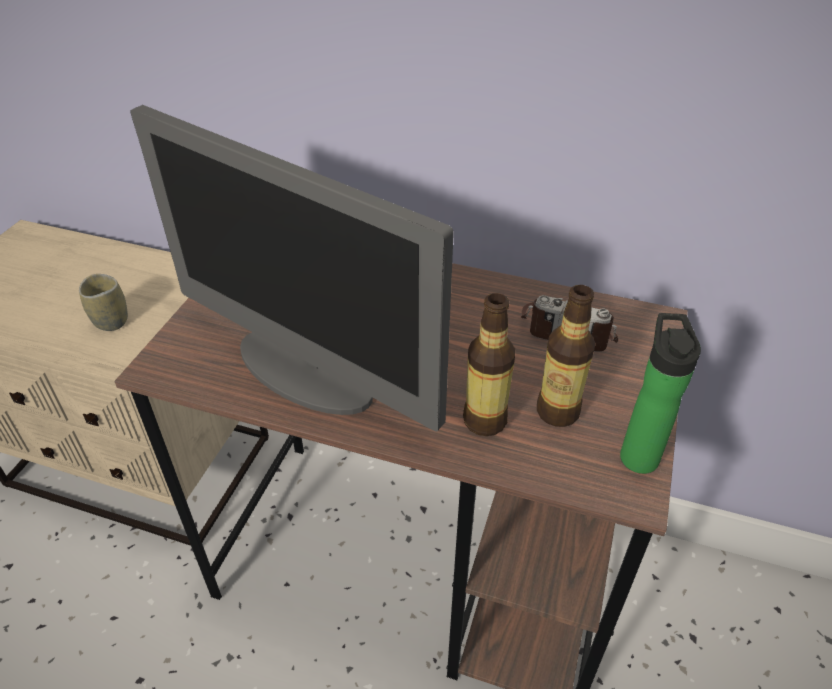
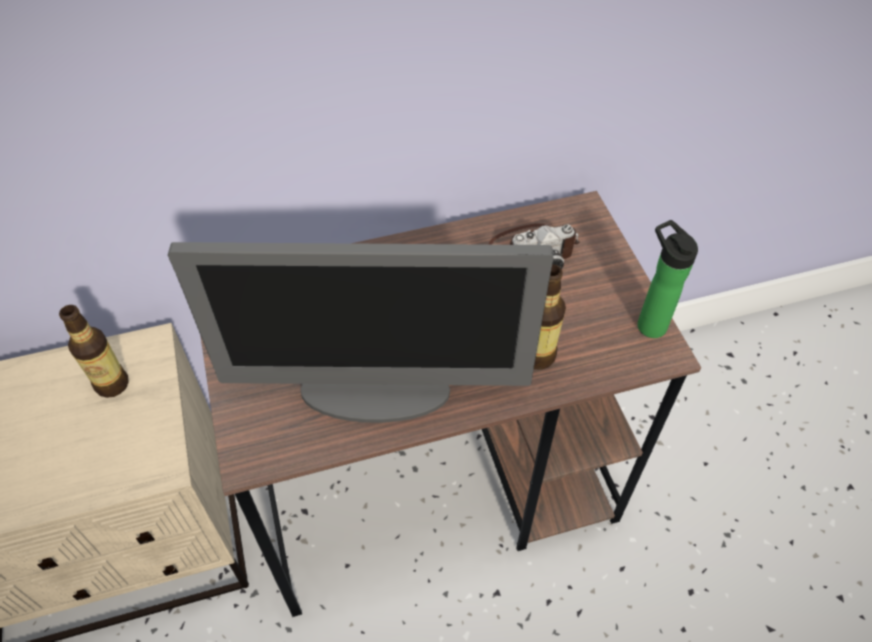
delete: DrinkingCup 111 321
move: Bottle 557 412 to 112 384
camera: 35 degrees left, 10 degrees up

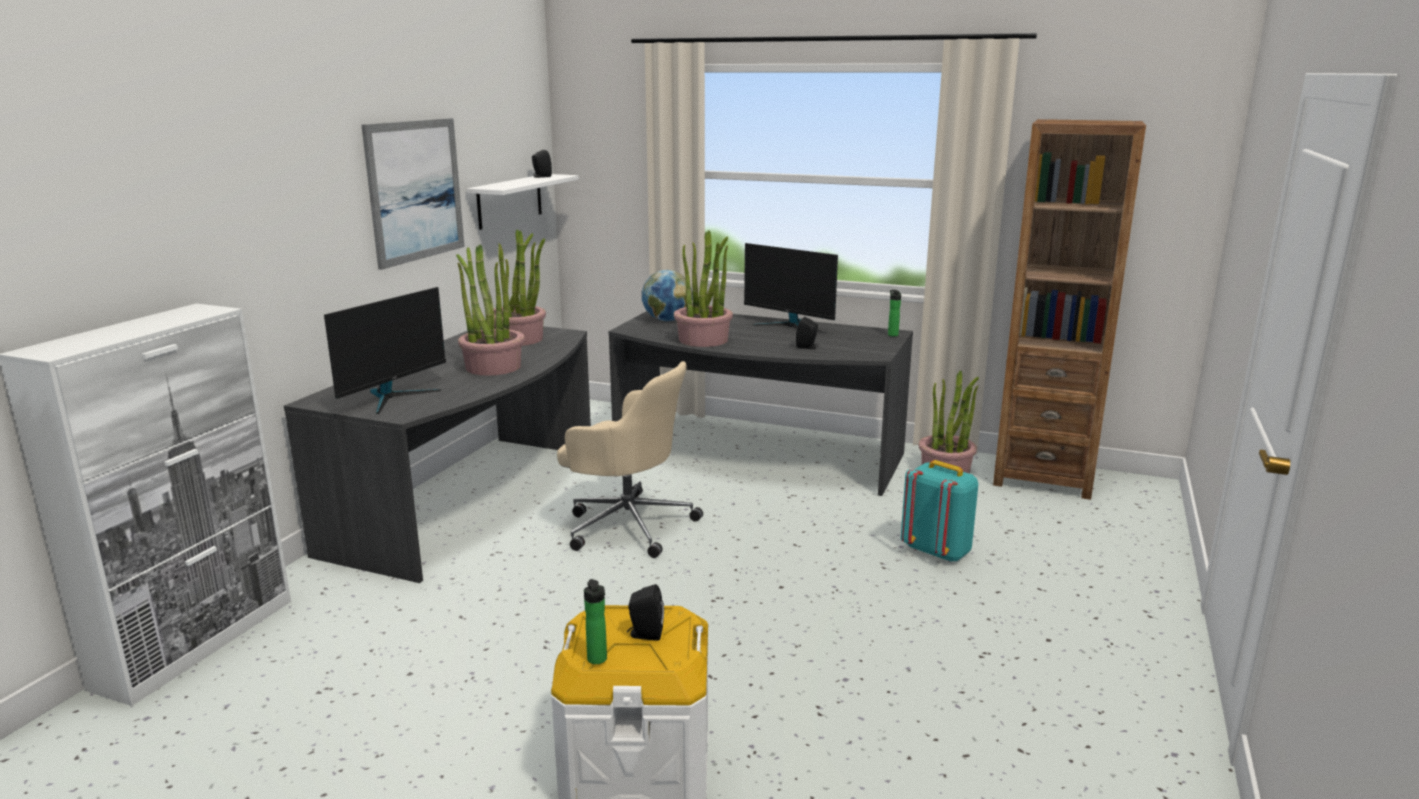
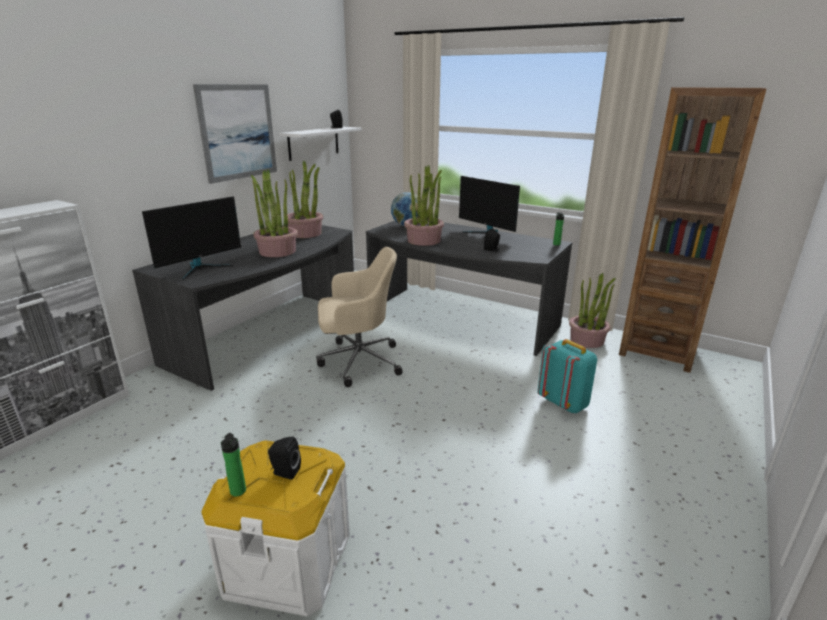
rotate: BeigeOfficeChair 627 524 = 358 361 45 degrees counterclockwise
camera: 10 degrees right, 5 degrees up

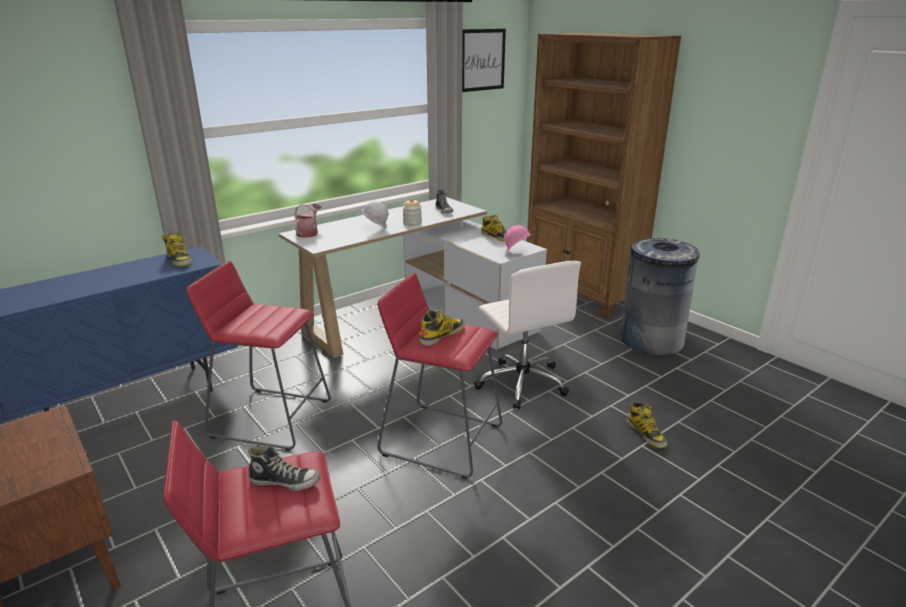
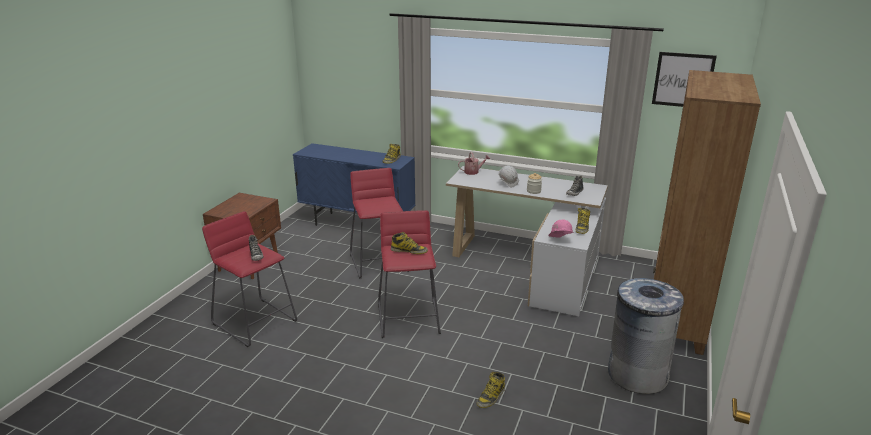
delete: WhiteColouredOfficeChair 521 383
camera: 60 degrees right, 0 degrees up

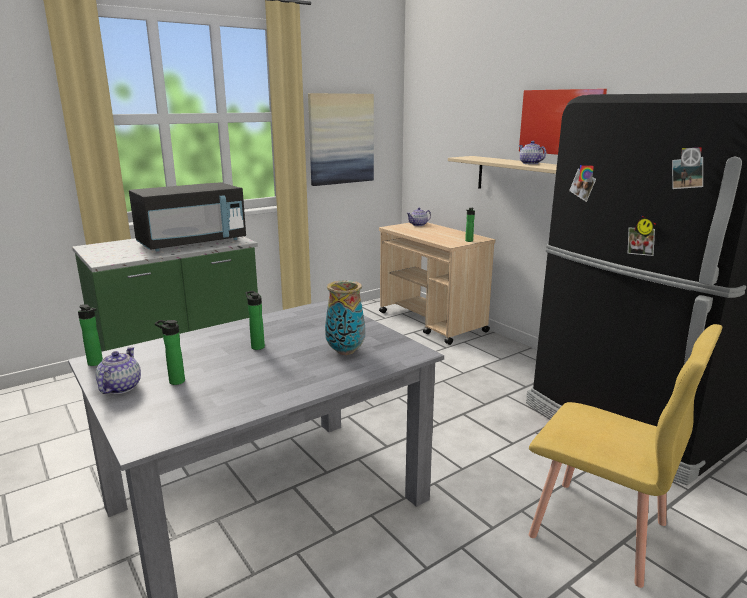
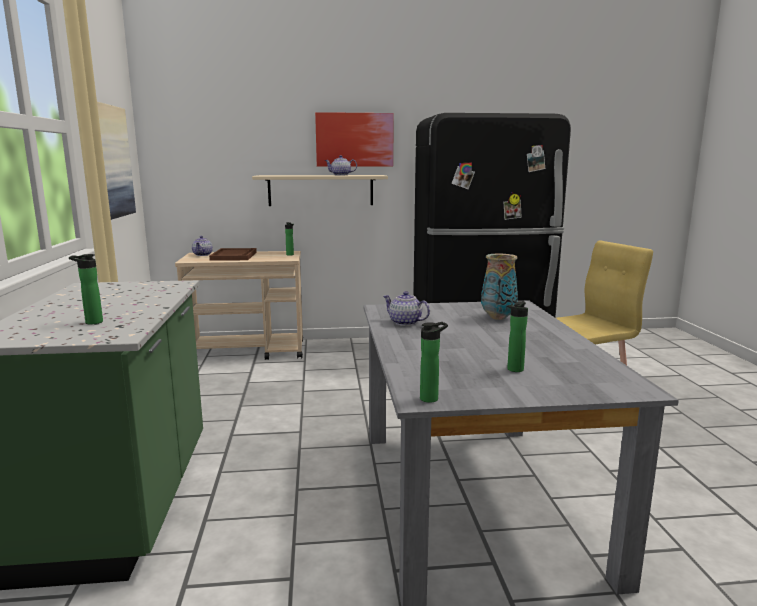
delete: BlackMicrowaveOven 192 243
insert: BrownTray 234 256
move: Bottle 257 346 to 91 322; TeaPot 120 388 to 405 322
camera: 60 degrees left, 5 degrees down

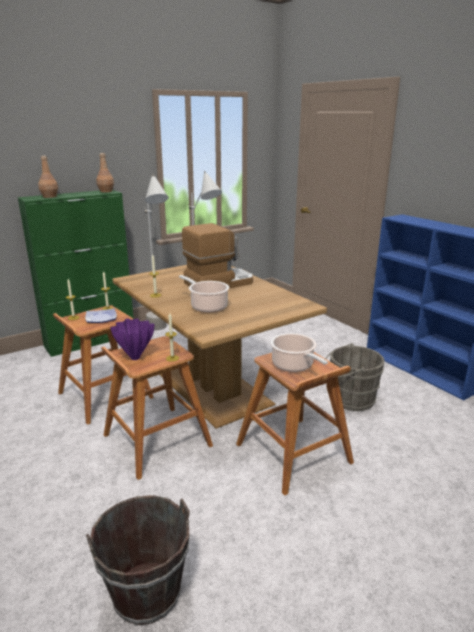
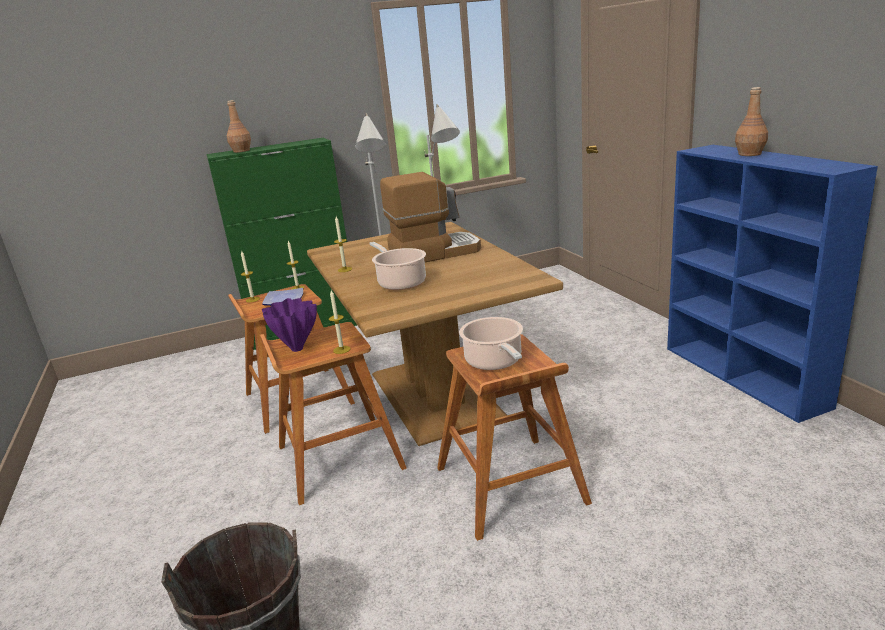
delete: GrayWaterBucket 349 399
move: BrownBottle 106 191 to 749 154
camera: 15 degrees right, 0 degrees up

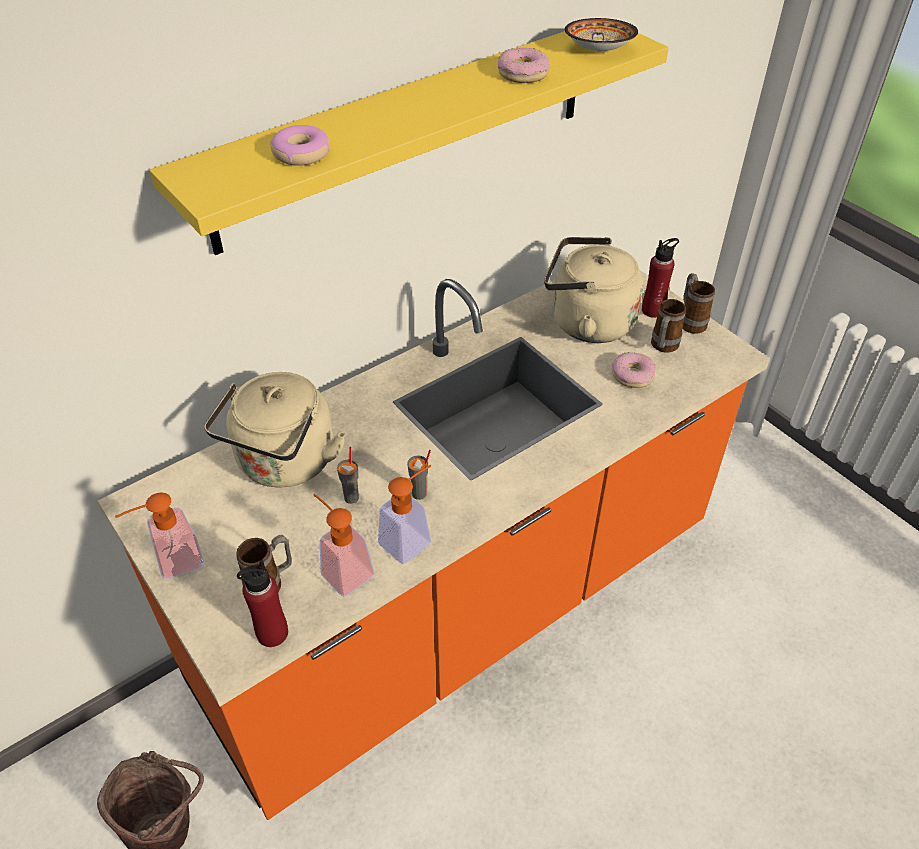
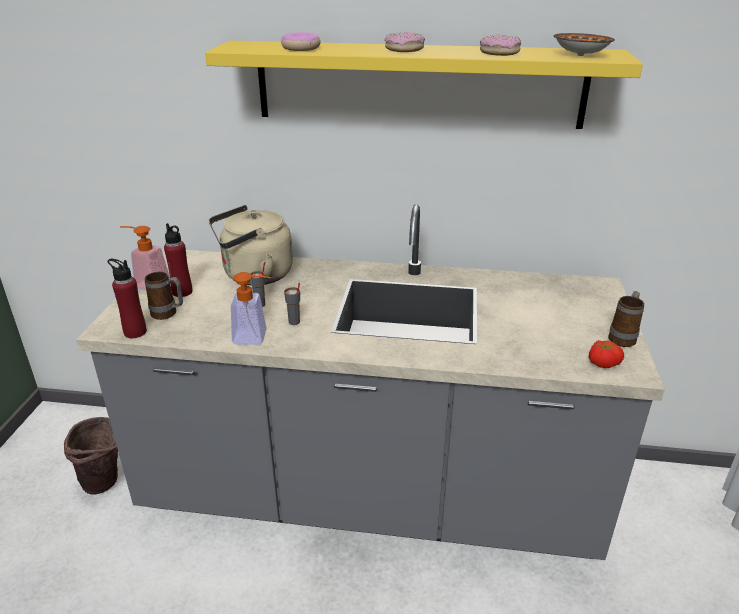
delete: BeigeWaterKettle 586 322; TeaMug 662 347; SoapDispenser 342 569
insert: FreshTomato 602 362
move: ReddishBottle 653 310 to 182 292; RingDoughnut 633 375 to 404 49
recolor: OrangeKitchenBaseUnit 459 607 to GrayKitchenBaseUnit 369 494
camera: 45 degrees right, 15 degrees down

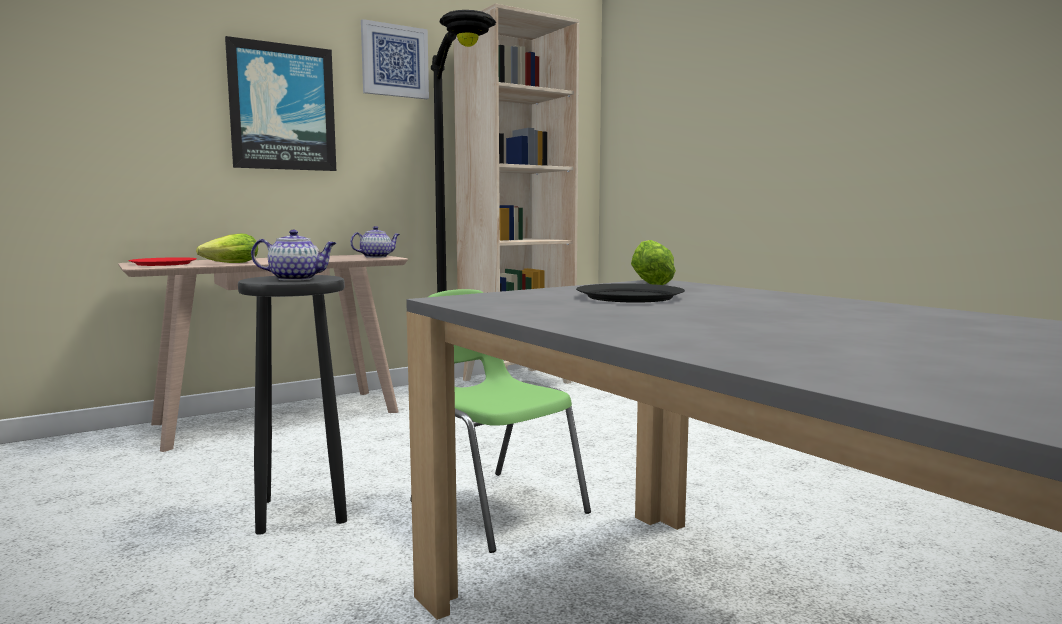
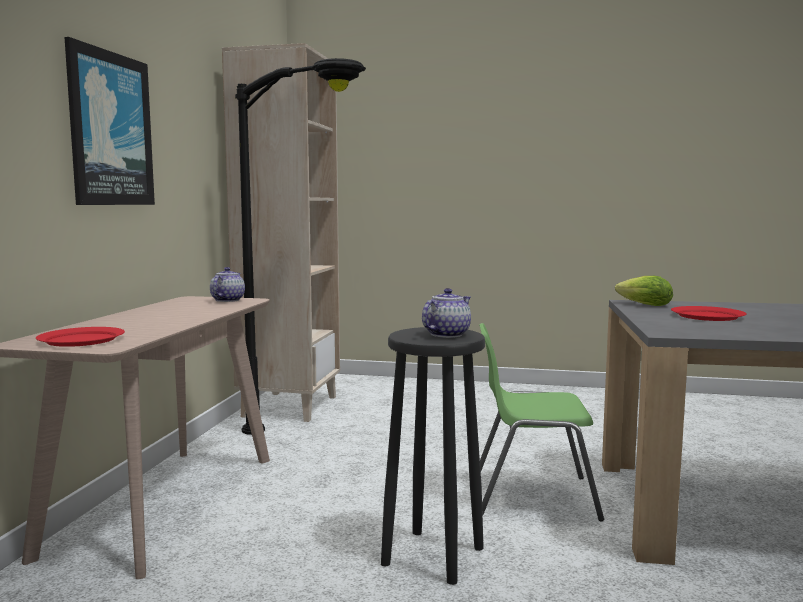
delete: WallPicture 394 61; LettuceHead 228 263
recolor: BlackPlate 628 297 to ReddishPlate 707 316
camera: 45 degrees left, 0 degrees up

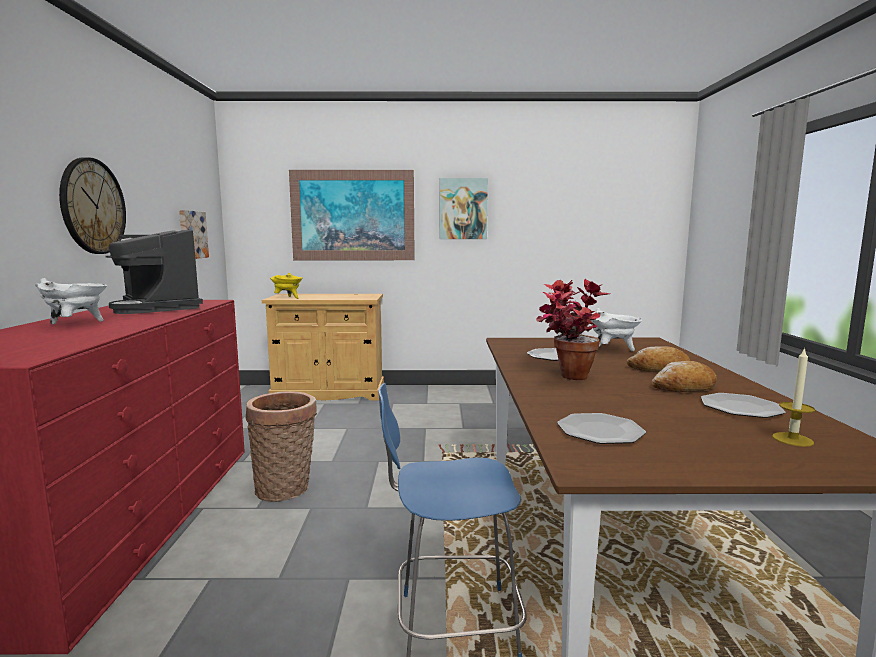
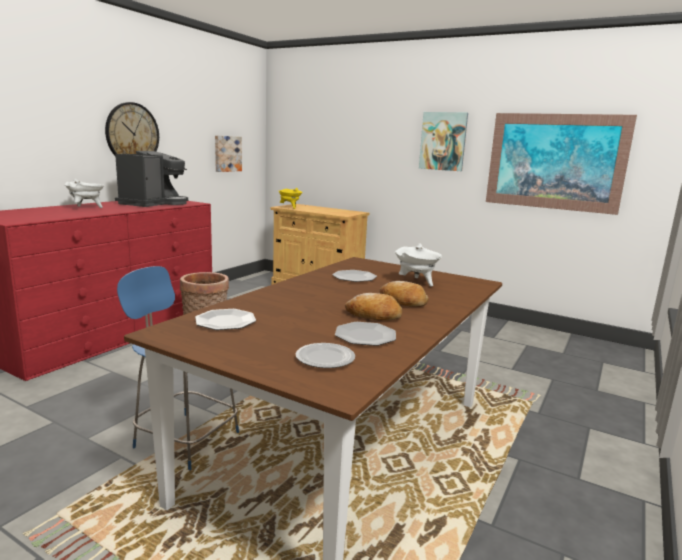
delete: PlantInAPot 566 378
move: WallPicture 352 215 to 555 162
replace: WaxLight 792 439 to Plate 325 358
rotate: CoffeeMaker 158 307 = 153 203 150 degrees counterclockwise
camera: 30 degrees right, 5 degrees up

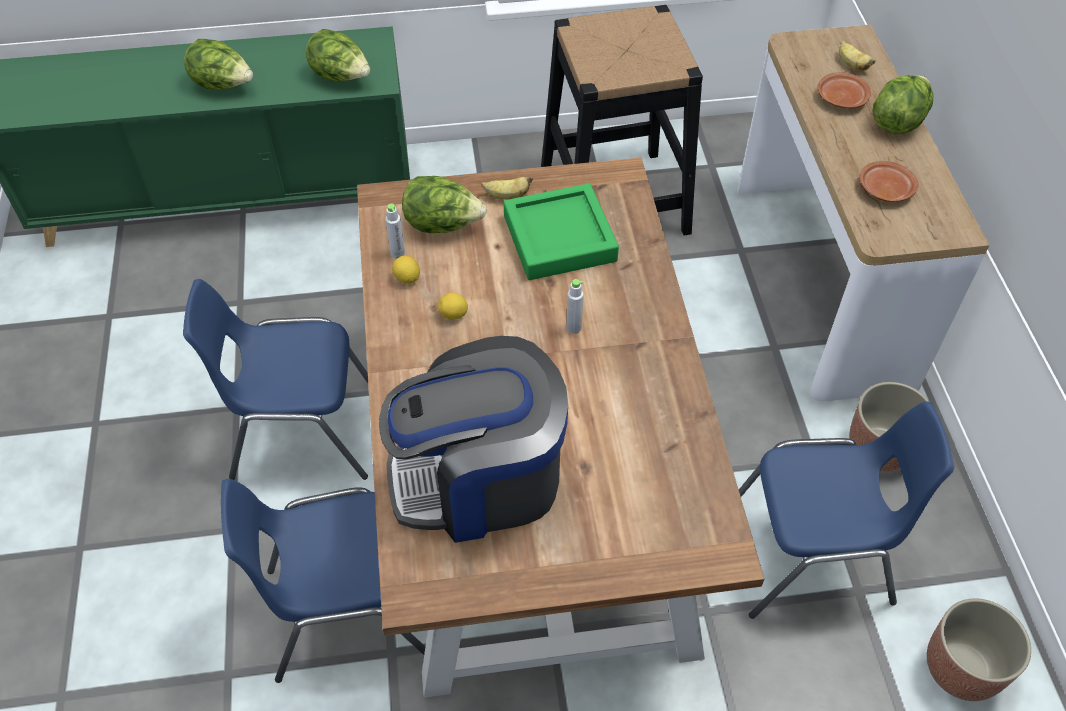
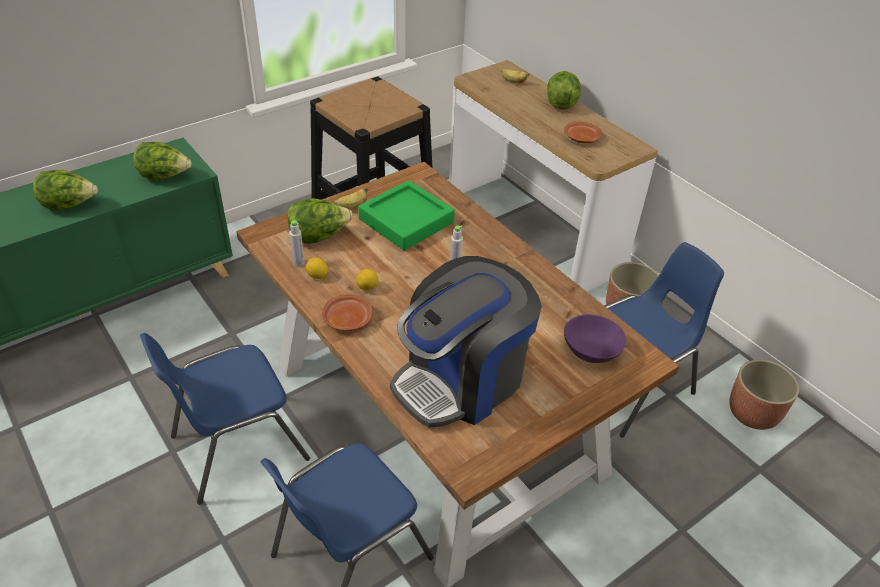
insert: PurplishServingBowl 591 351
move: BrownPlate 841 98 to 347 319
camera: 30 degrees left, 10 degrees down

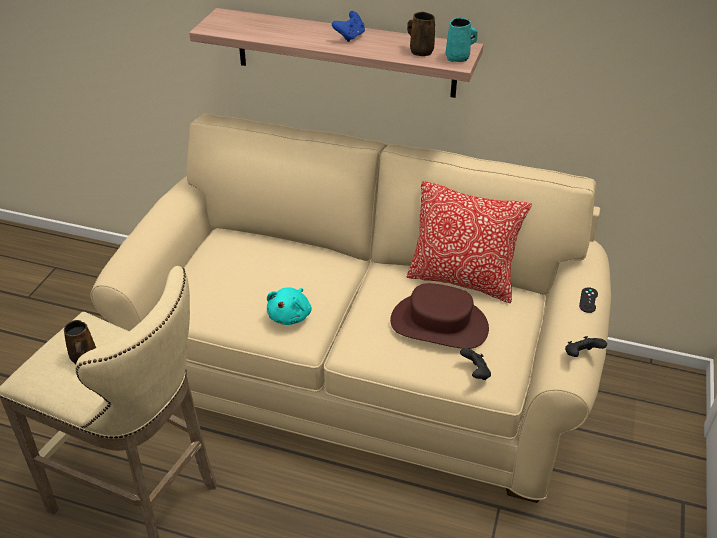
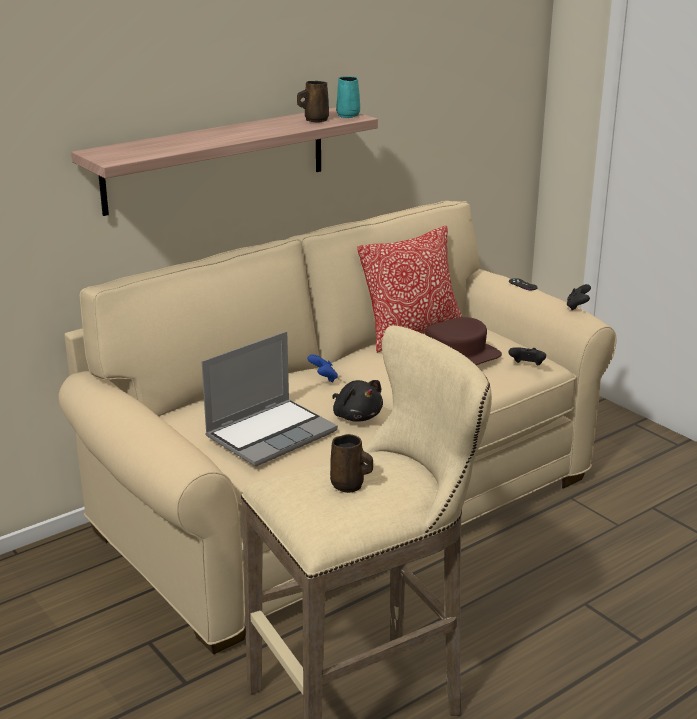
insert: PortableComputer 271 433
move: BluishGamepad 350 37 to 323 378
recolor: TurquoiseSoftToy 290 315 to BlackSoftToy 356 416
camera: 55 degrees left, 15 degrees down

